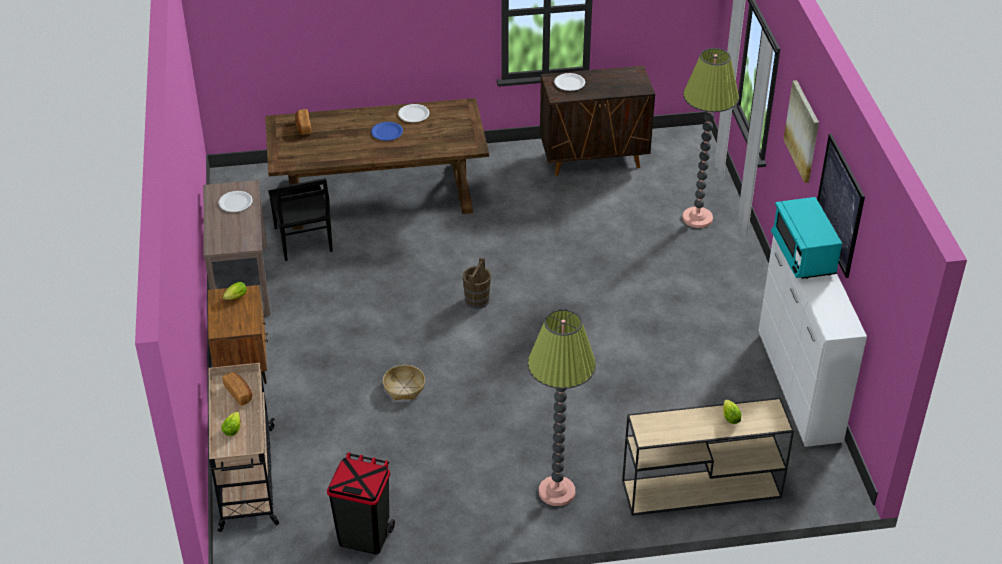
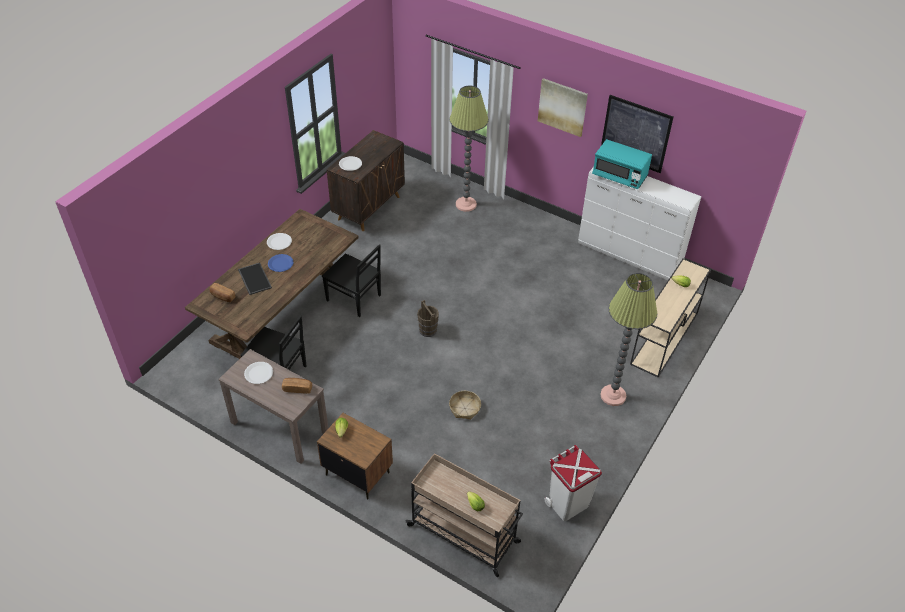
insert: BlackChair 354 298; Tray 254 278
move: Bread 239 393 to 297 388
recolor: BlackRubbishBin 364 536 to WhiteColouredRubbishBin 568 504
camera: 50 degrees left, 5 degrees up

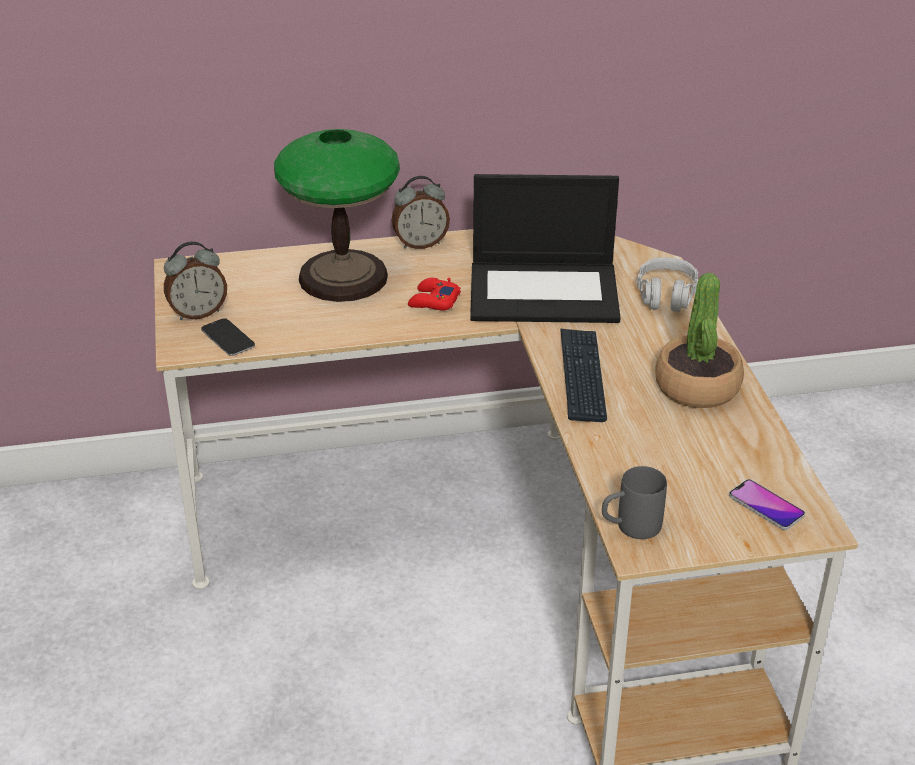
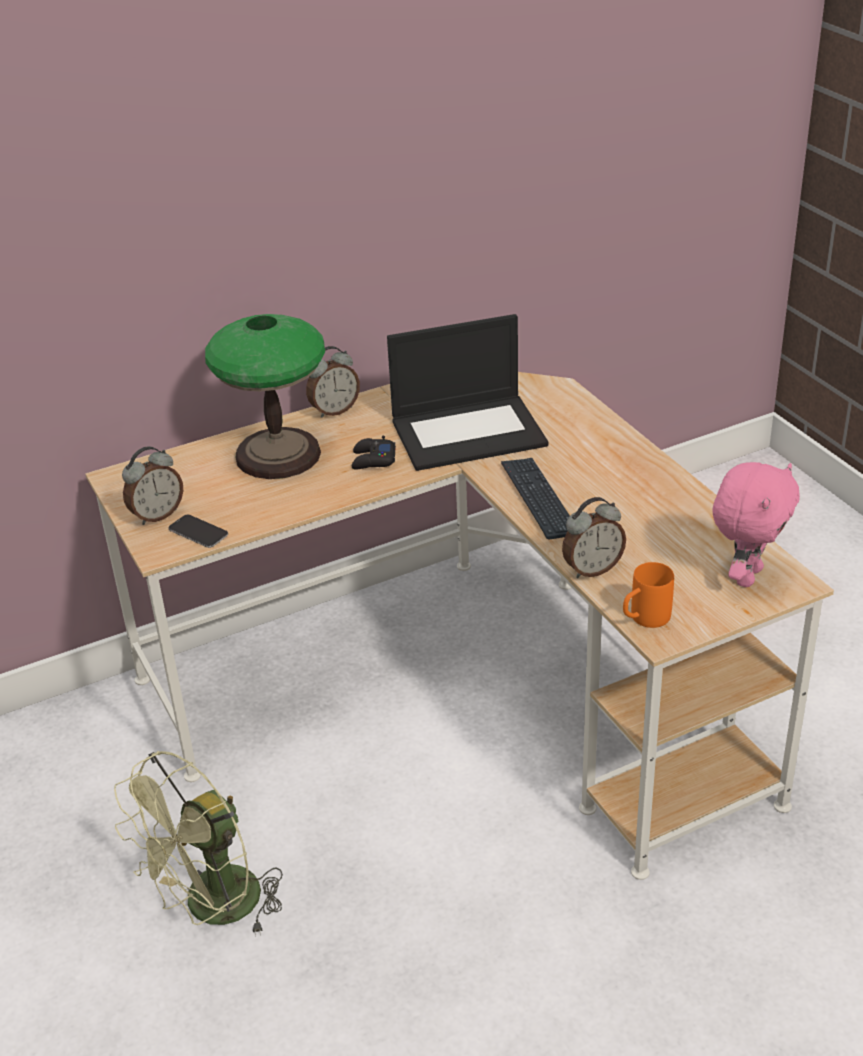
delete: GrayHeadset 666 296; PlantInAPot 697 387
insert: TableClock 592 569; GreenElectricFan 212 909
replace: Handset 766 506 to PinkColouredSoftToy 746 575
recolor: ReddishGamepad 433 301 to BlackGamepad 373 460; GrayTeaMug 629 527 to OrangeTeaMug 644 619
camera: 15 degrees left, 0 degrees up

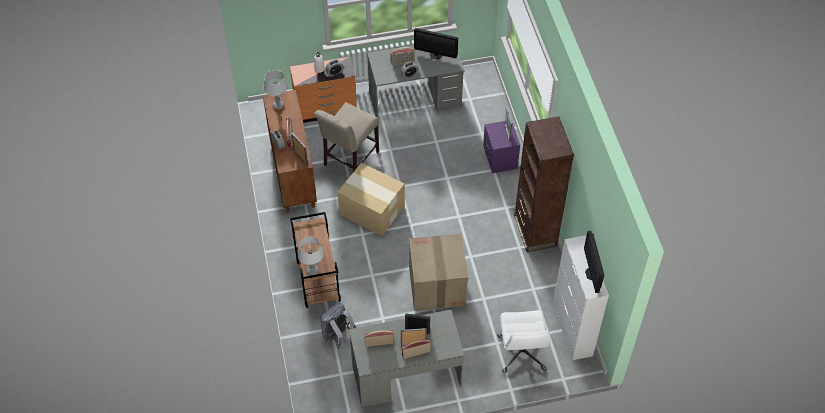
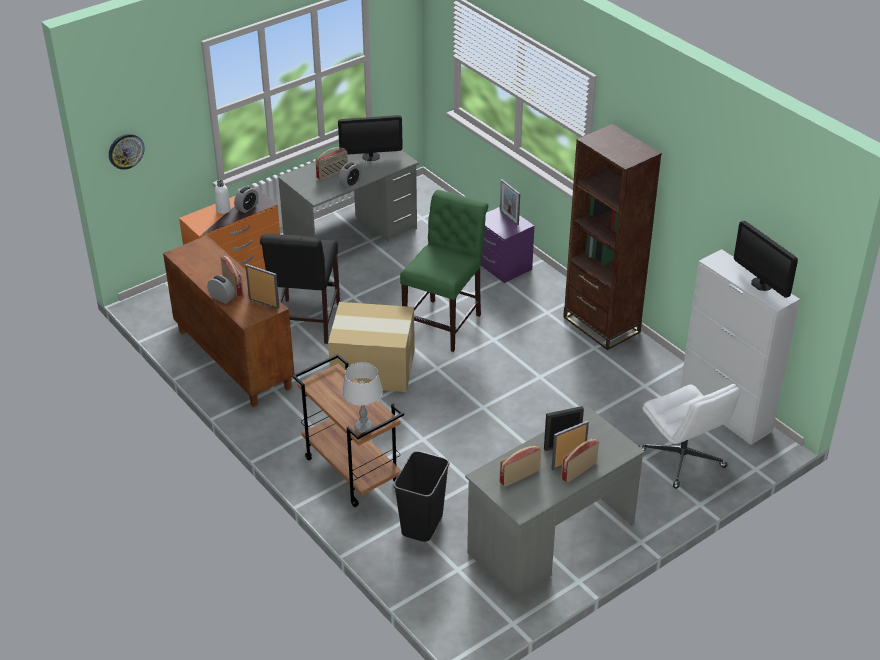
delete: GrayTabletopLamp 278 105; CardboardBox 437 286
insert: HangingClock 126 151; GreenChair 445 322
replace: GrayRucksack 338 336 to BlackRubbishBin 422 525
recolor: BeigeChair 349 160 to BlackChair 305 324
camera: 25 degrees left, 15 degrees down

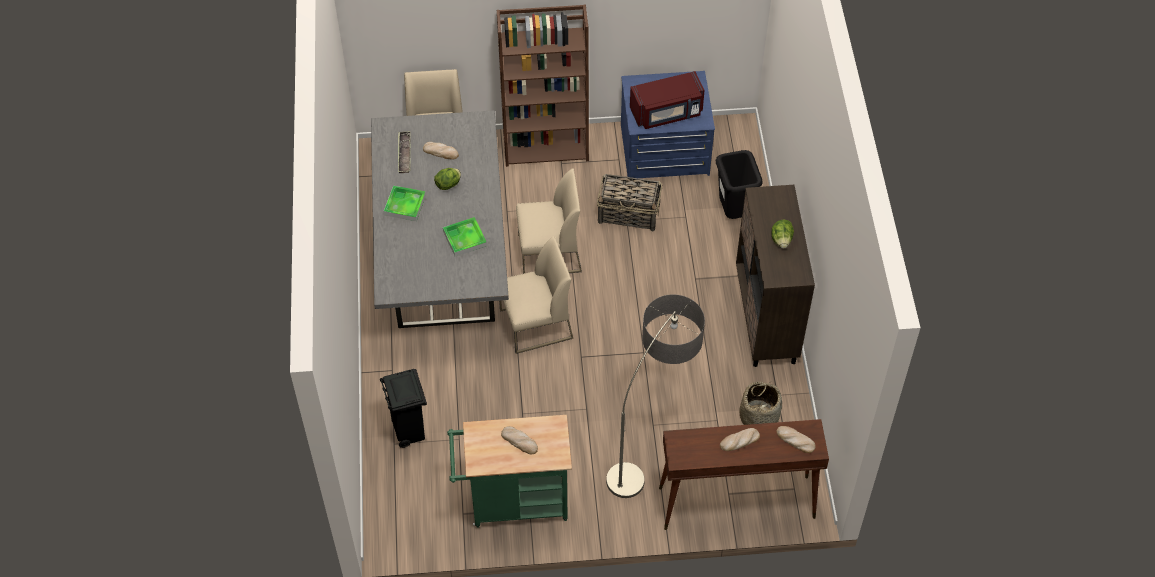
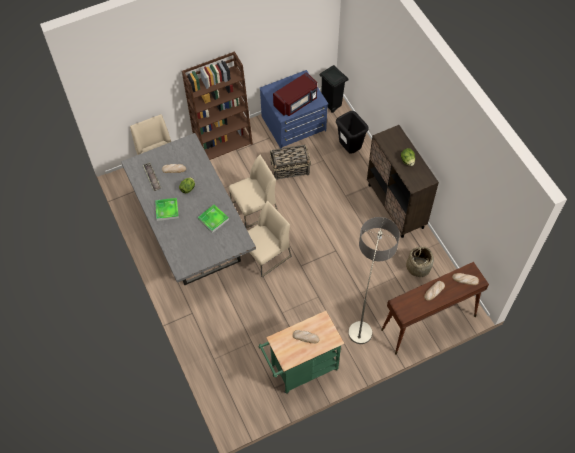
move: BlackRubbishBin 409 431 to 331 104
camera: 20 degrees left, 5 degrees up

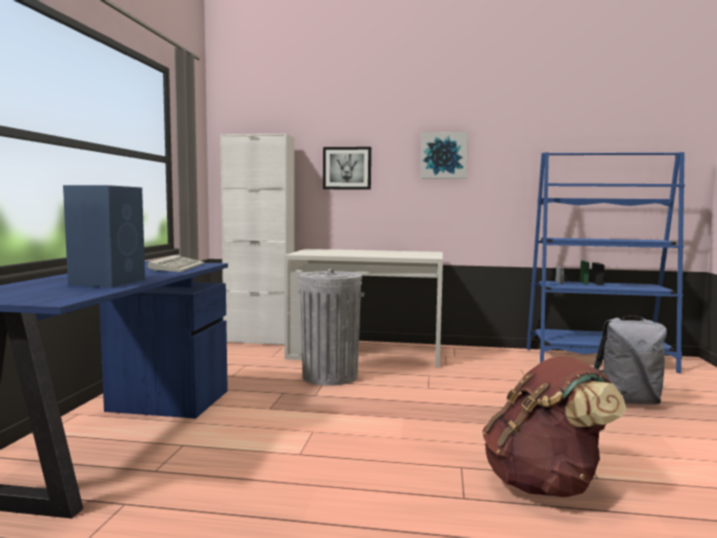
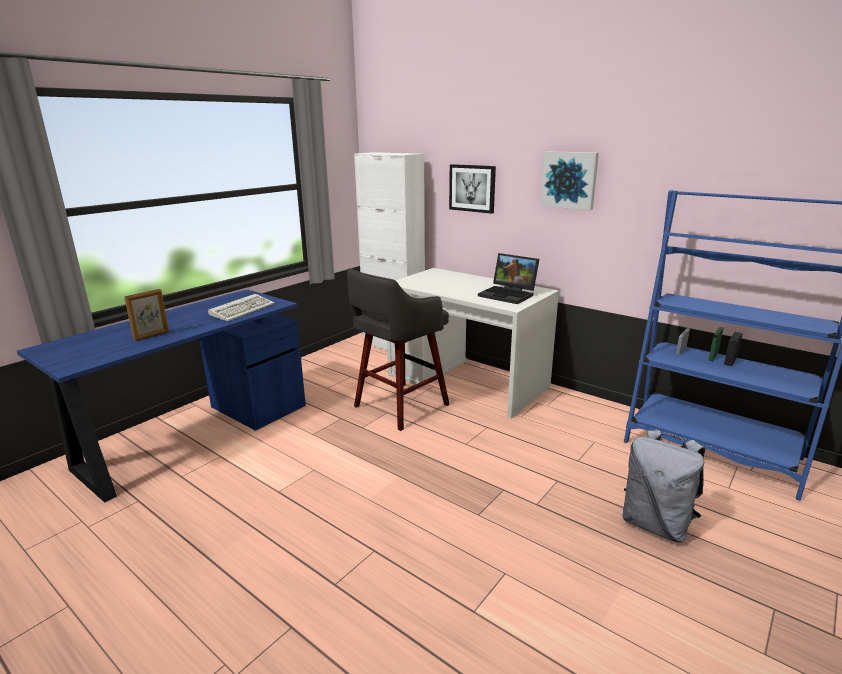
delete: BrownRucksack 545 484
insert: PortableComputer 509 295
replace: BluishAudioSpeaker 109 282 to StandingFrame 152 336; GrayRubbishBin 329 376 to GrayStoolSeat 399 406
camera: 30 degrees right, 15 degrees up

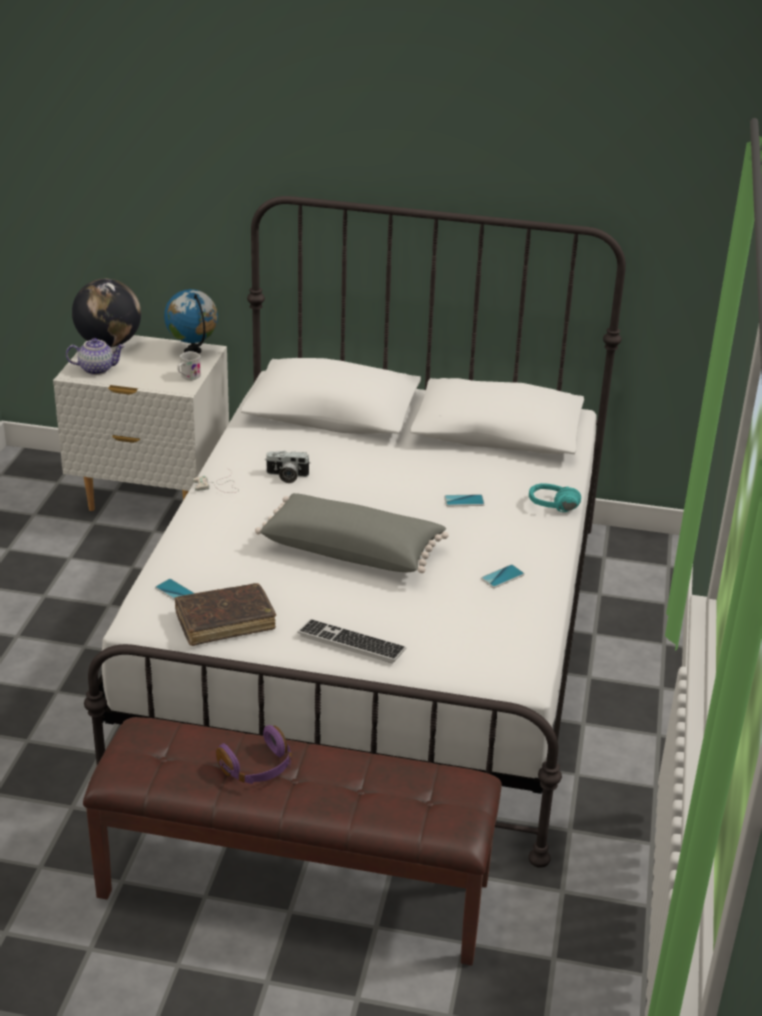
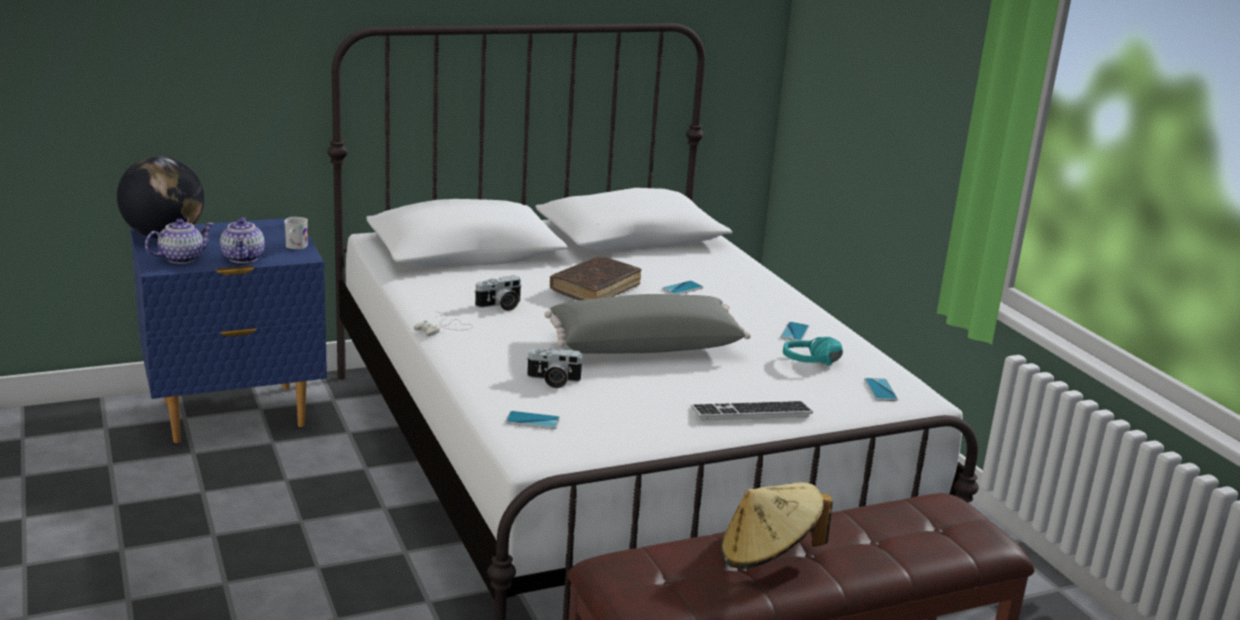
delete: DeskGlobe 193 351
insert: TeaPot 244 258; StillCamera 553 381; Handset 880 390
move: TurquoiseHeadset 552 510 to 815 366; BrownBoundBook 225 621 to 595 289
replace: PurplishHeadset 258 768 to BeigeClothingHat 768 556
recolor: WhiteColouredNightstand 151 498 to BluishNightstand 234 414
camera: 35 degrees left, 10 degrees down

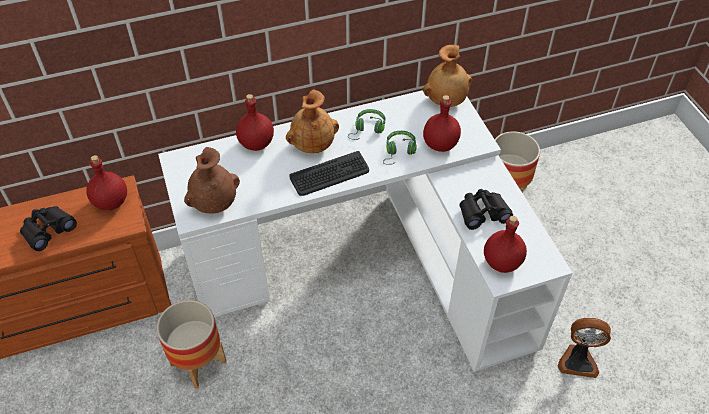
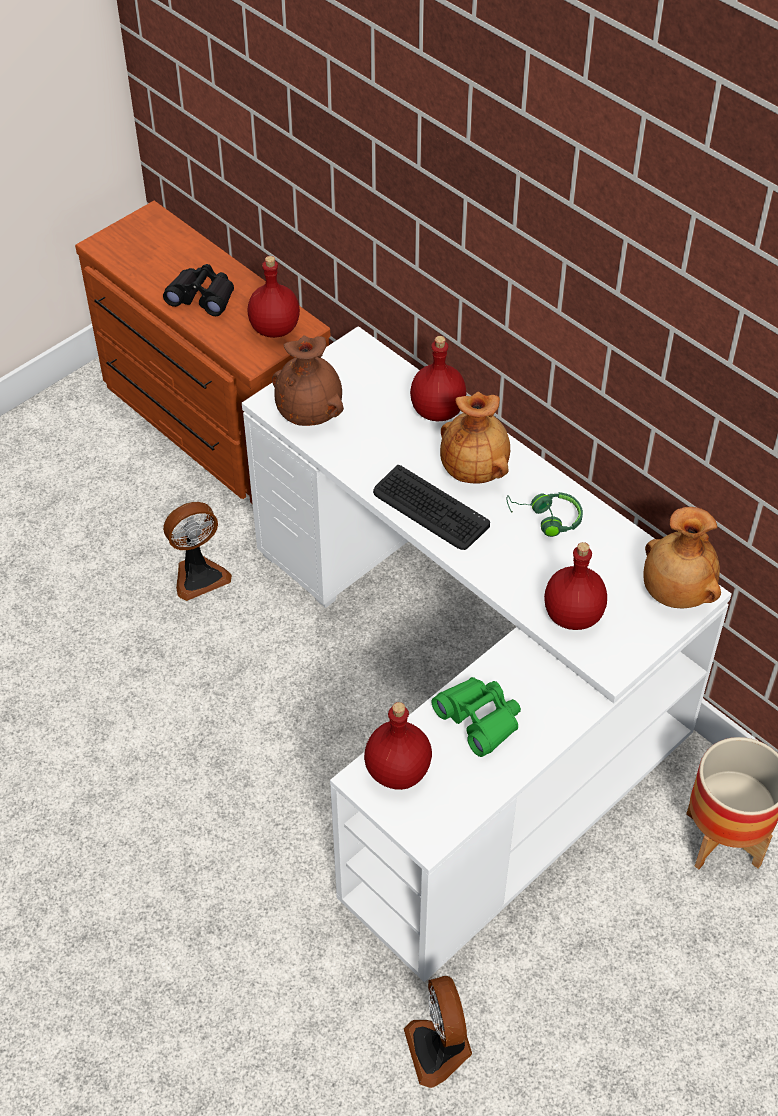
delete: GreenHeadset 399 151
replace: PlantPot 198 363 to ElectricFan 199 575
recolor: BlackPairOfBinoculars 483 213 to GreenPairOfBinoculars 479 719
camera: 65 degrees right, 0 degrees up

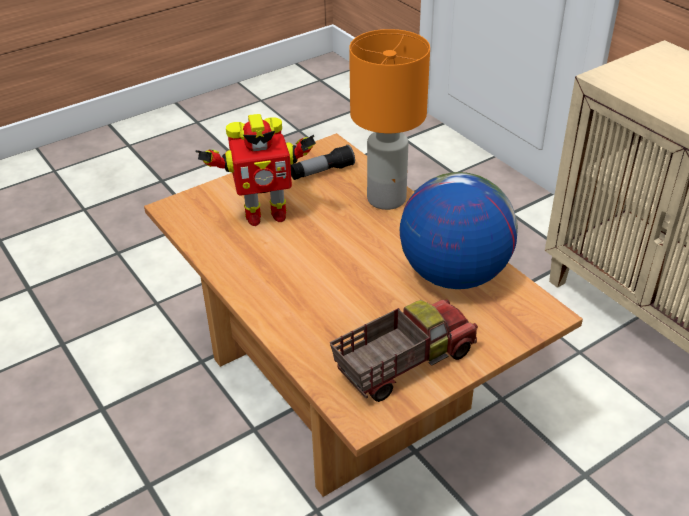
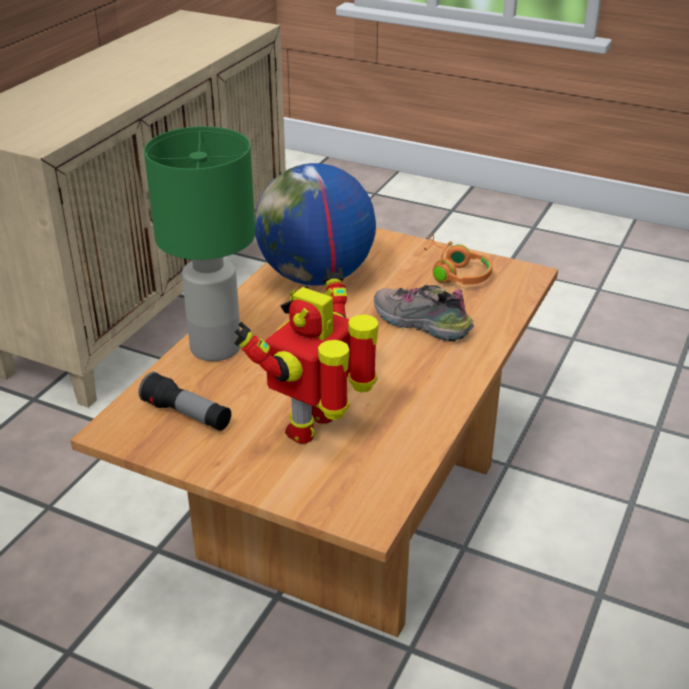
insert: LowShoe 419 324
replace: ToyLorry 403 364 to OrangeHeadset 454 272
recolor: OrangeTabletopLamp 386 198 to GreenTabletopLamp 214 348
rotate: ModelRobot 264 214 = 316 426 105 degrees counterclockwise
camera: 120 degrees left, 5 degrees down

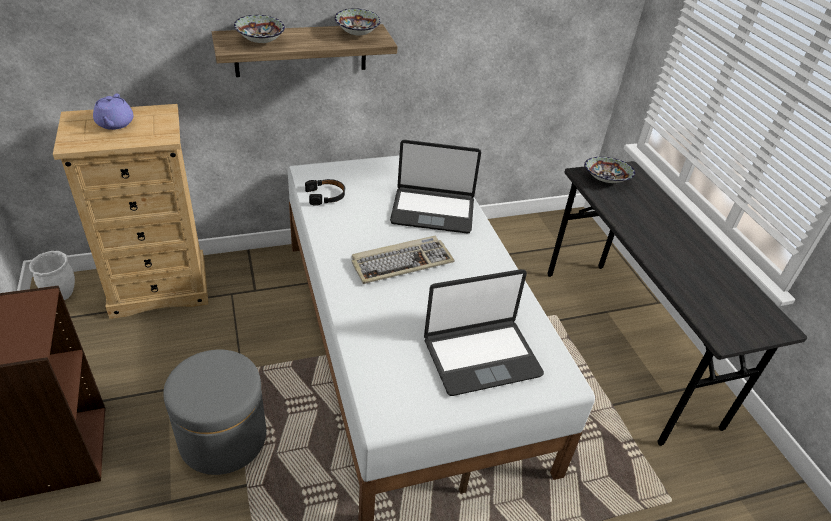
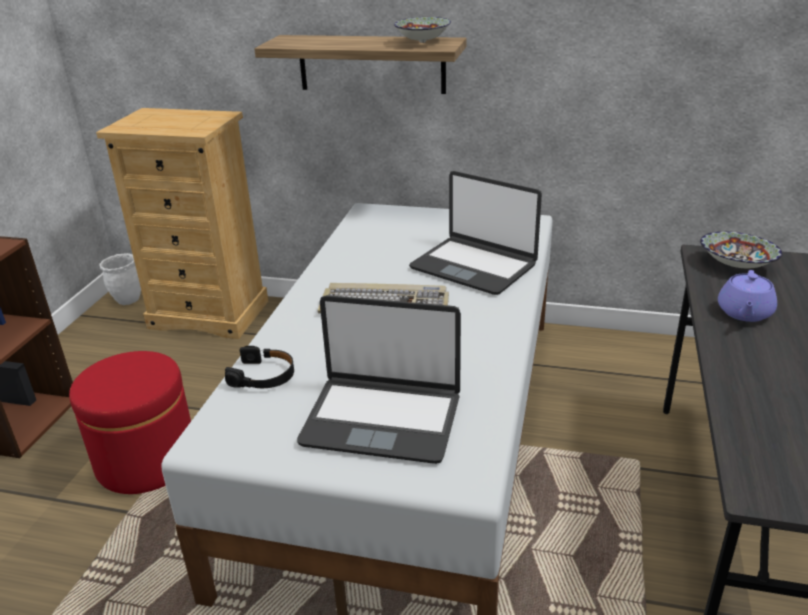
delete: ServingBowl 261 41
move: PurplishTeaPot 115 124 to 744 313; BlackHeadset 326 196 to 263 376
recolor: GrayPouffe 223 438 to ReddishPouffe 147 460
camera: 35 degrees right, 10 degrees down

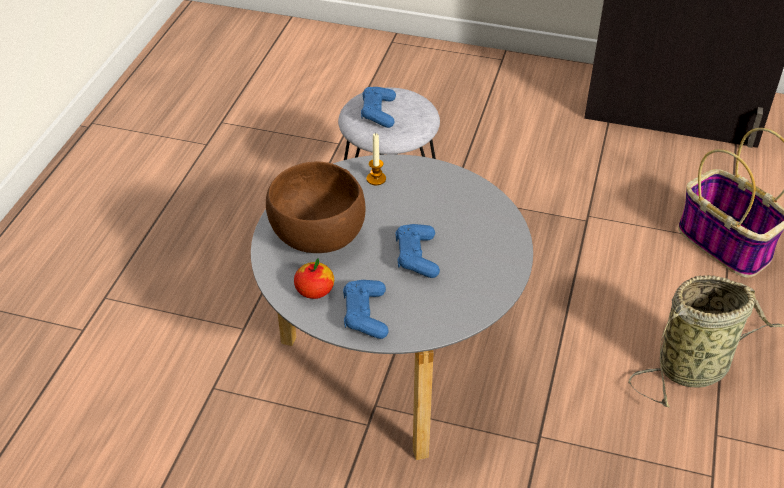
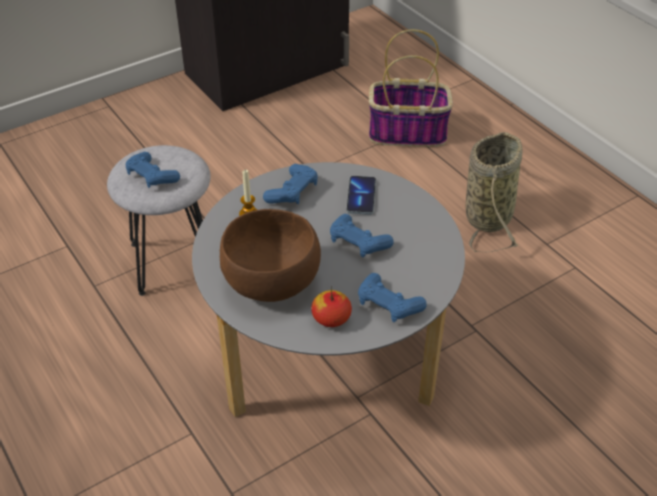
insert: BluishGamepad 292 192; Handset 361 196
camera: 50 degrees left, 0 degrees up

